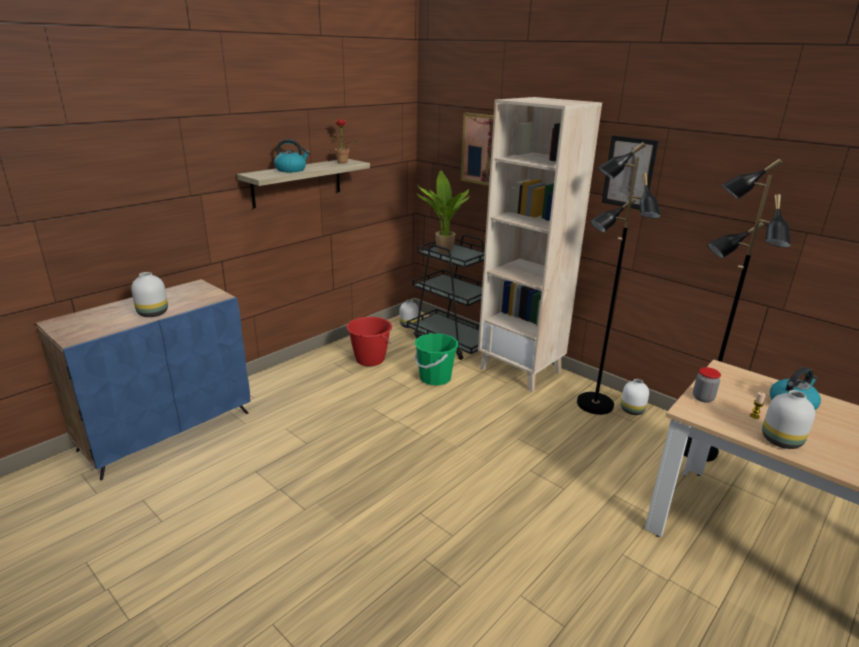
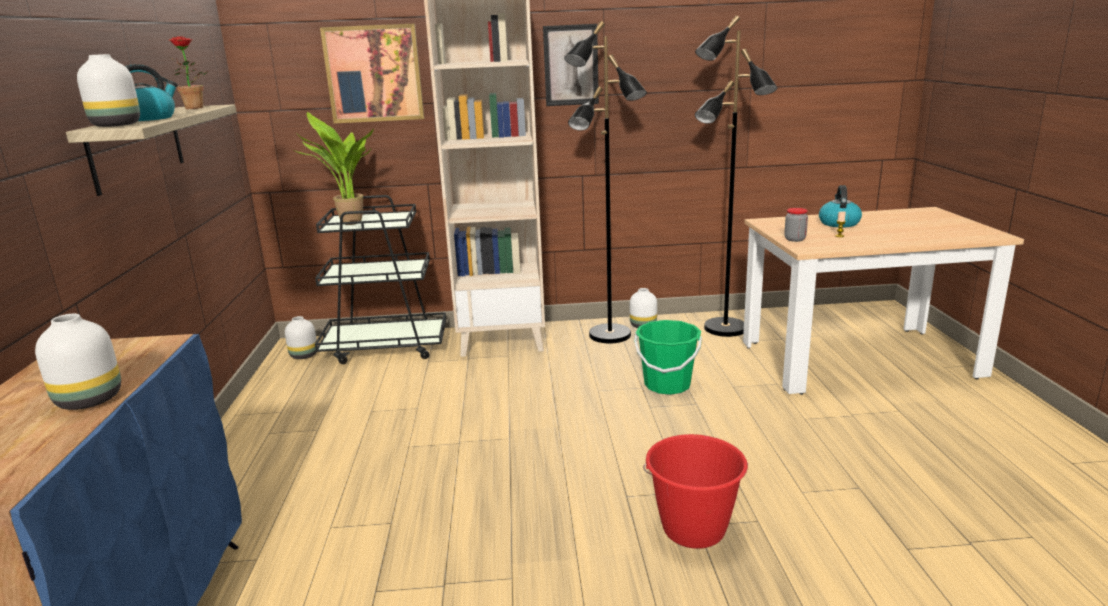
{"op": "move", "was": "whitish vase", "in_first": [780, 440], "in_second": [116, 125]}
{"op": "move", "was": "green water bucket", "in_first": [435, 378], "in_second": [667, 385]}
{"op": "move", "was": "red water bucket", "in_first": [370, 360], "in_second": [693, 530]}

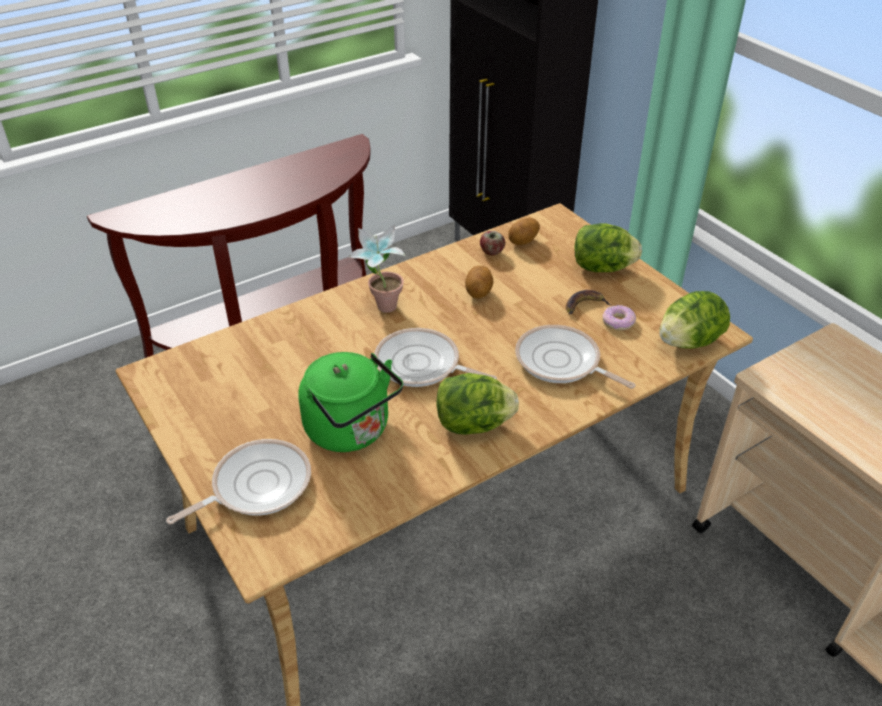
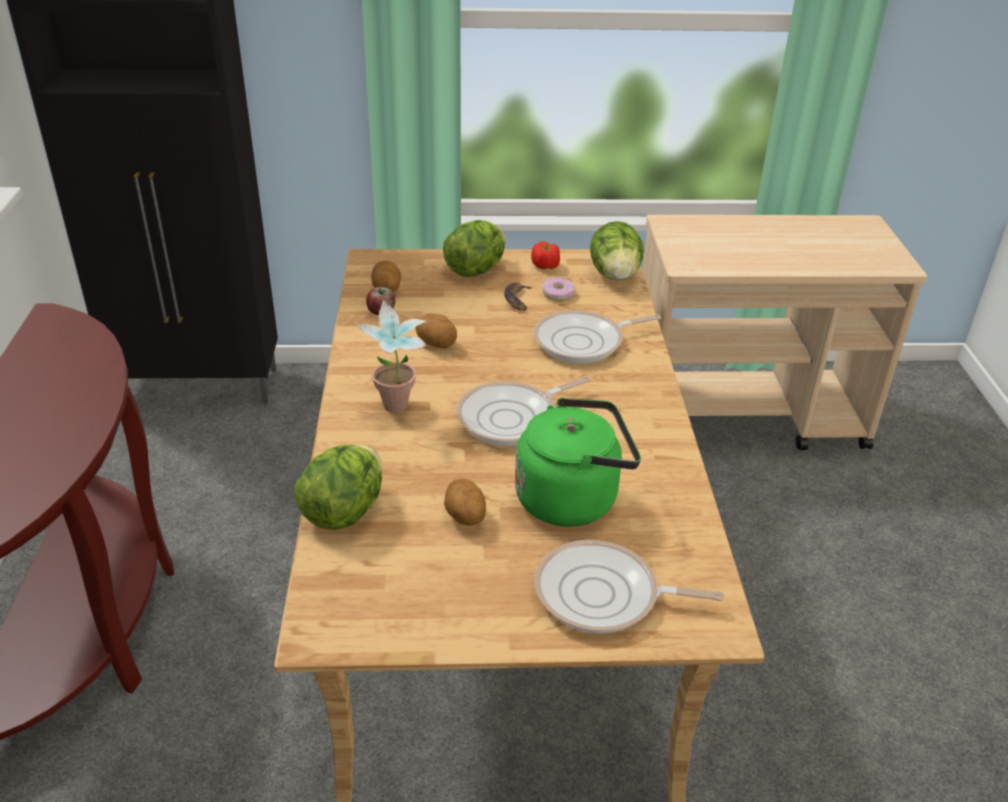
{"op": "move", "was": "head of lettuce", "in_first": [473, 424], "in_second": [344, 511]}
{"op": "insert", "now": "spud", "in_second": [464, 517]}
{"op": "insert", "now": "fresh tomato", "in_second": [545, 266]}
{"op": "rotate", "was": "pan", "in_first": [256, 486], "in_second": [603, 596], "clockwise": -75}

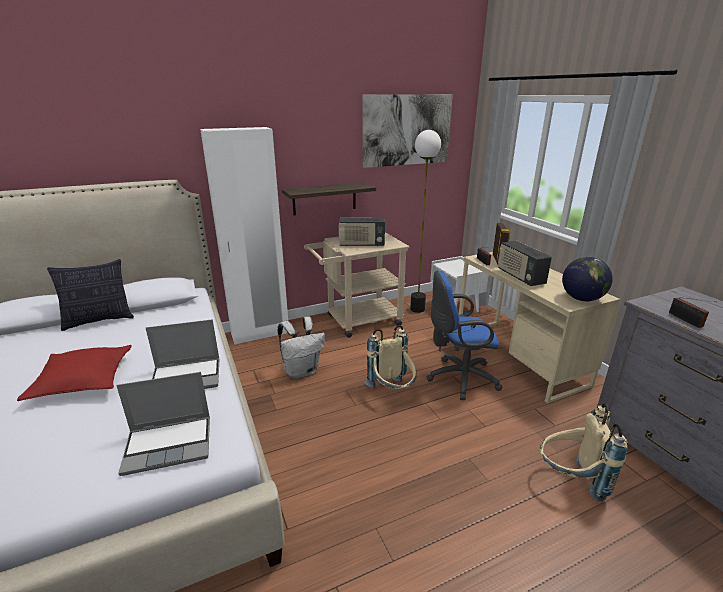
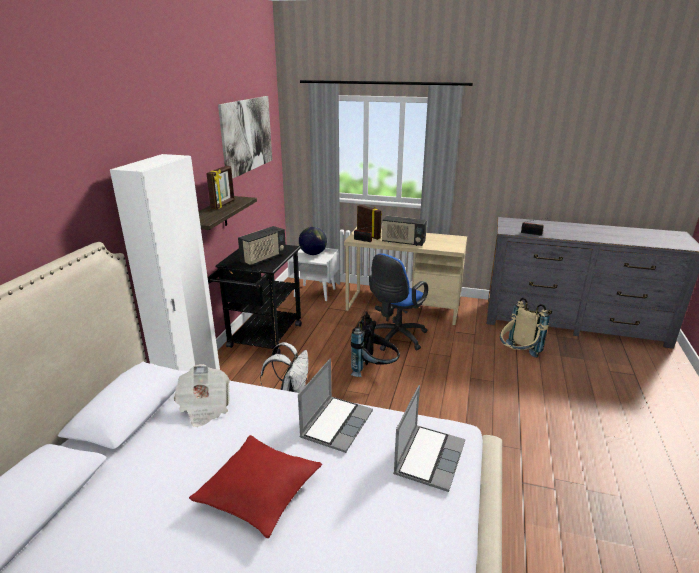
{"op": "insert", "now": "printed paper", "in_second": [204, 407]}
{"op": "insert", "now": "photo frame", "in_second": [223, 205]}
{"op": "recolor", "was": "beige-coloured cart", "now": "black cart", "in_first": [357, 321], "in_second": [262, 339]}
{"op": "move", "was": "globe", "in_first": [581, 299], "in_second": [313, 254]}
{"op": "recolor", "was": "beige-coloured rucksack", "now": "black rucksack", "in_first": [392, 391], "in_second": [374, 371]}
{"op": "delete", "was": "pillow", "in_first": [99, 320]}
{"op": "delete", "was": "standing lamp", "in_first": [417, 309]}

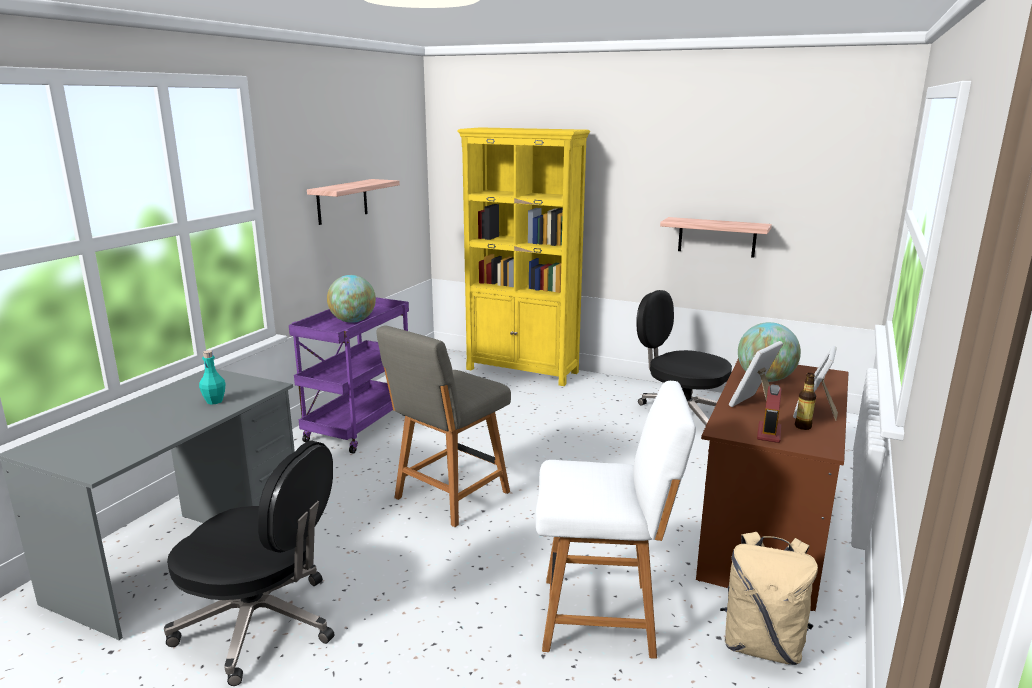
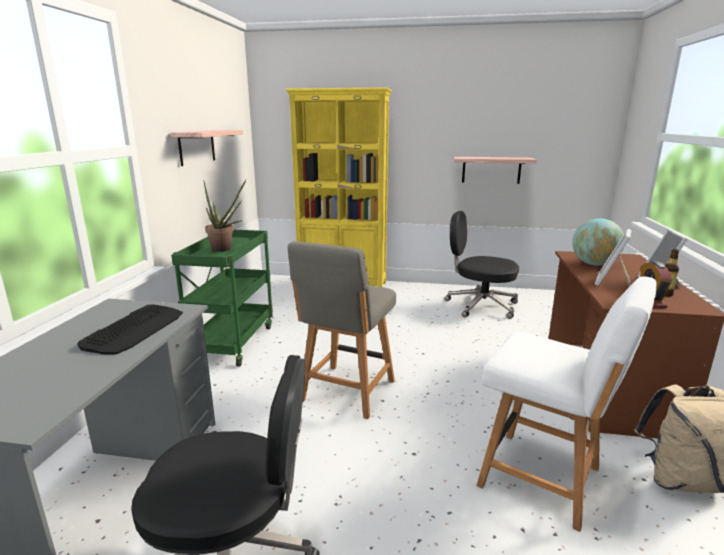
{"op": "replace", "was": "blue-green beverage bottle", "now": "keyboard", "in_first": [214, 401], "in_second": [135, 329]}
{"op": "recolor", "was": "purple cart", "now": "green cart", "in_first": [359, 426], "in_second": [232, 342]}
{"op": "replace", "was": "globe", "now": "potted plant", "in_first": [353, 321], "in_second": [225, 249]}
{"op": "rotate", "was": "whitish chair", "in_first": [603, 616], "in_second": [544, 479], "clockwise": 45}

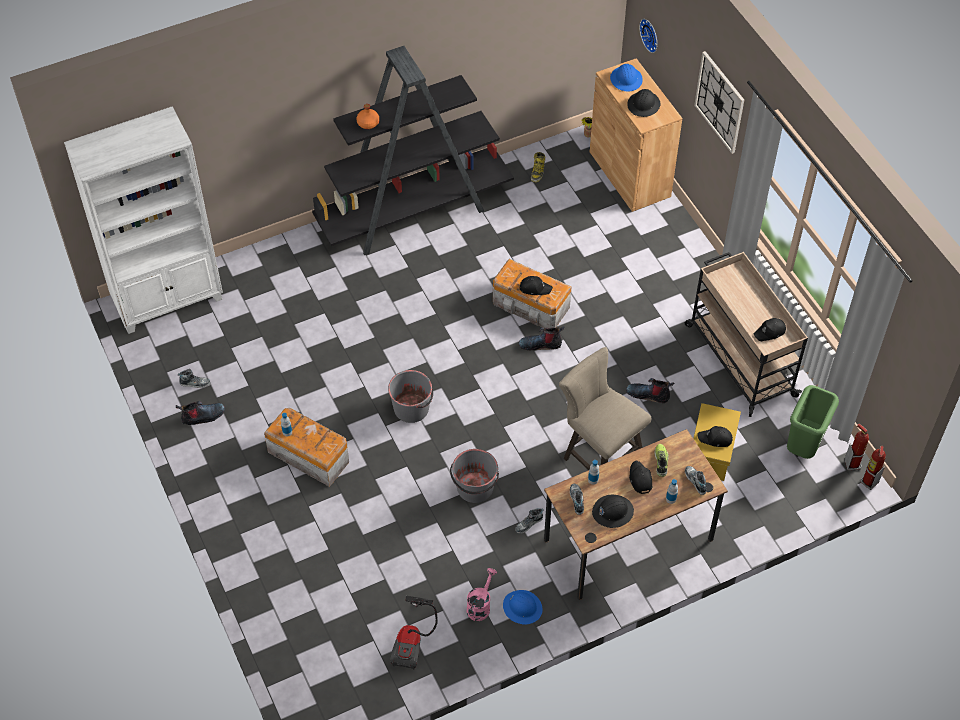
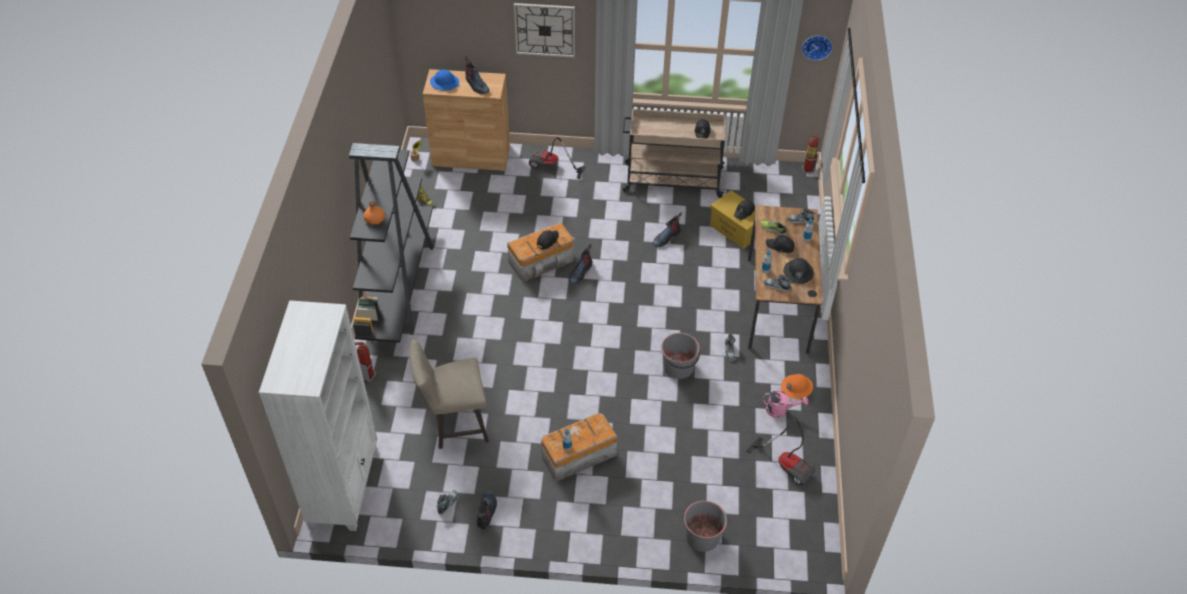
{"op": "move", "was": "fire extinguisher", "in_first": [852, 463], "in_second": [368, 375]}
{"op": "move", "was": "beige-coloured stool seat", "in_first": [598, 455], "in_second": [454, 425]}
{"op": "replace", "was": "black hard hat", "now": "tall boot", "in_first": [644, 105], "in_second": [476, 85]}
{"op": "insert", "now": "vacuum", "in_second": [551, 167]}
{"op": "move", "was": "grey water bucket", "in_first": [412, 408], "in_second": [702, 536]}
{"op": "rotate", "was": "pink sprinkling can", "in_first": [480, 605], "in_second": [780, 410], "clockwise": 135}
{"op": "recolor", "was": "bluish hard hat", "now": "orange hard hat", "in_first": [522, 607], "in_second": [796, 387]}
{"op": "move", "was": "clock on the wall", "in_first": [651, 34], "in_second": [816, 46]}
{"op": "delete", "was": "green rubbish bin", "in_first": [804, 447]}

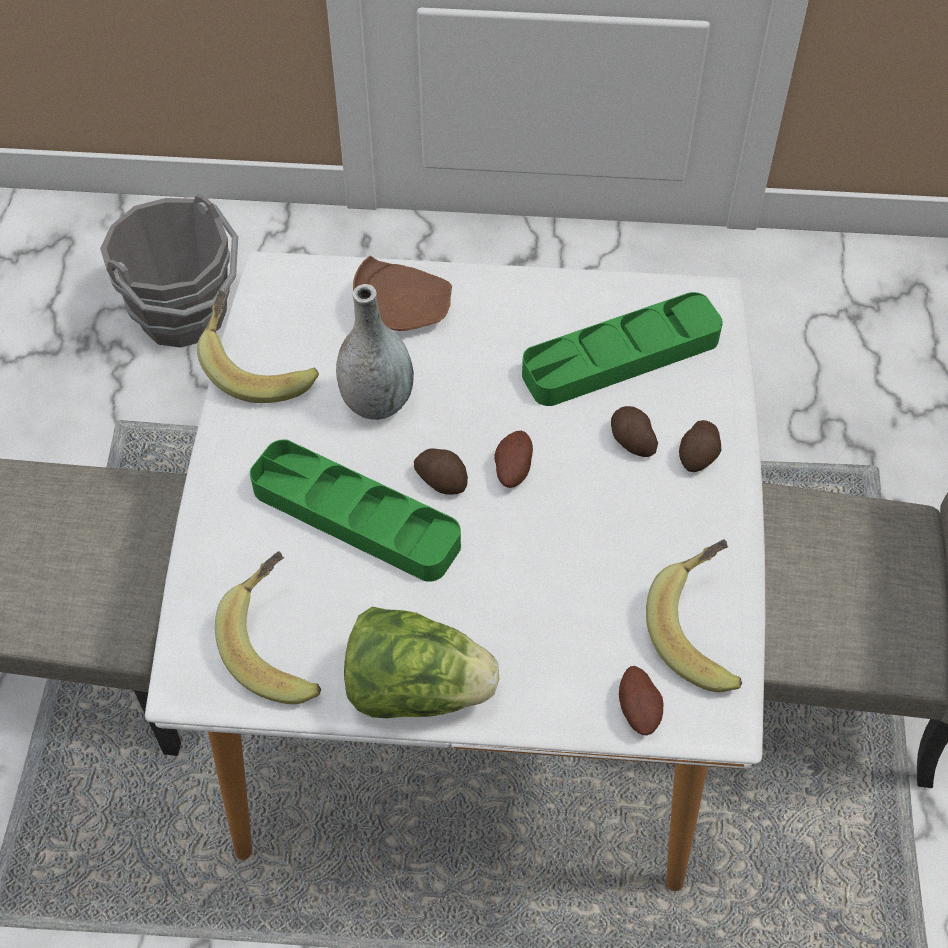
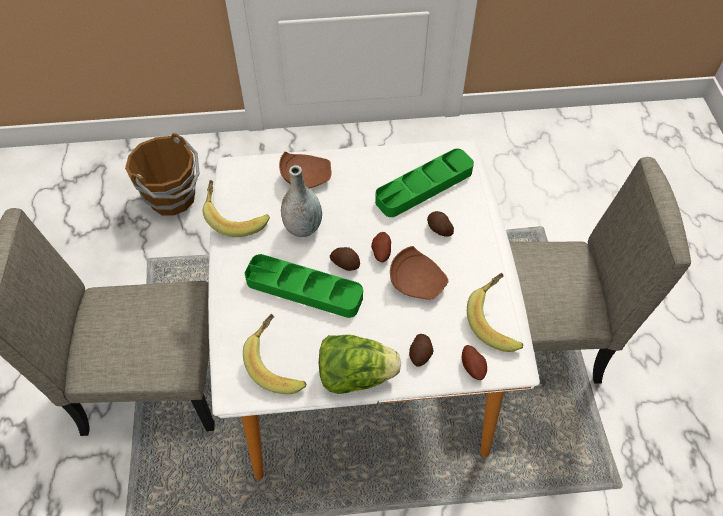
{"op": "recolor", "was": "grey water bucket", "now": "brown-coloured water bucket", "in_first": [184, 314], "in_second": [173, 197]}
{"op": "insert", "now": "brown-coloured plate", "in_second": [417, 281]}
{"op": "move", "was": "spud", "in_first": [699, 455], "in_second": [420, 353]}

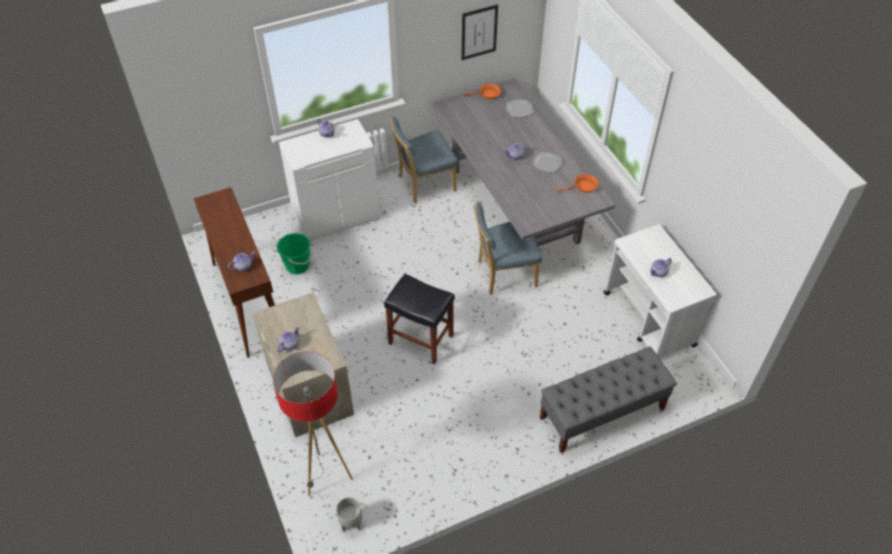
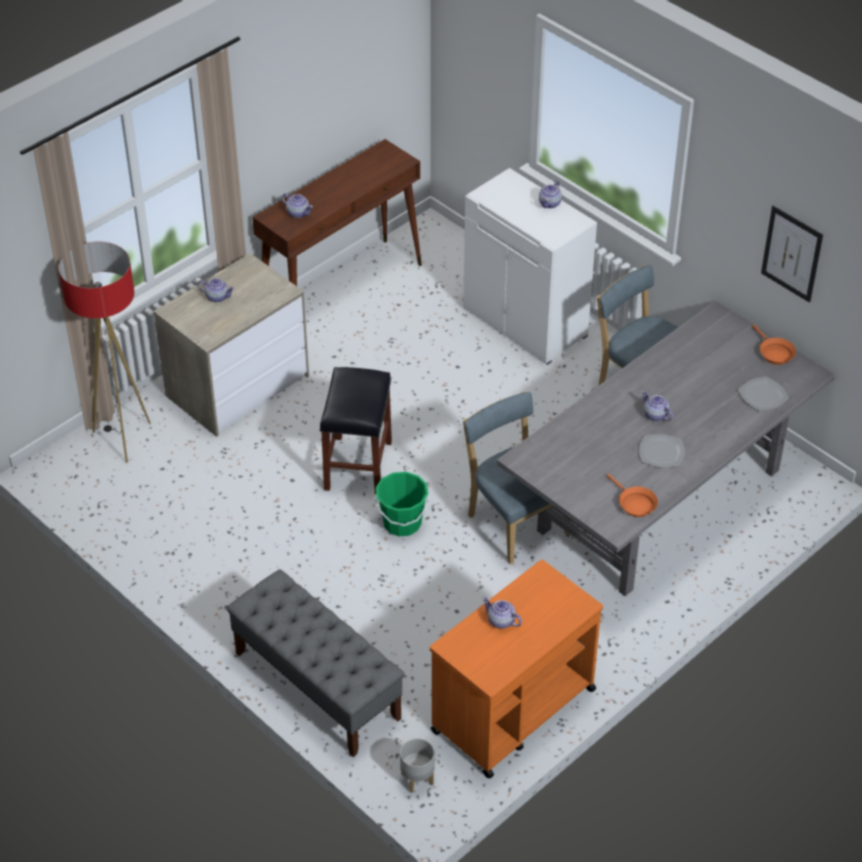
{"op": "move", "was": "green water bucket", "in_first": [297, 265], "in_second": [402, 523]}
{"op": "move", "was": "grey plant pot", "in_first": [351, 522], "in_second": [417, 779]}
{"op": "recolor", "was": "whitish cart", "now": "orange cart", "in_first": [649, 320], "in_second": [512, 711]}

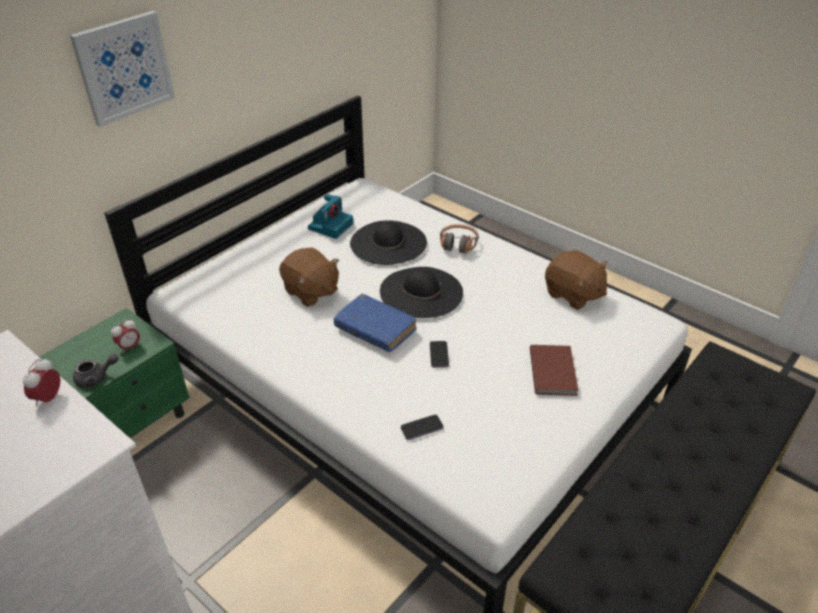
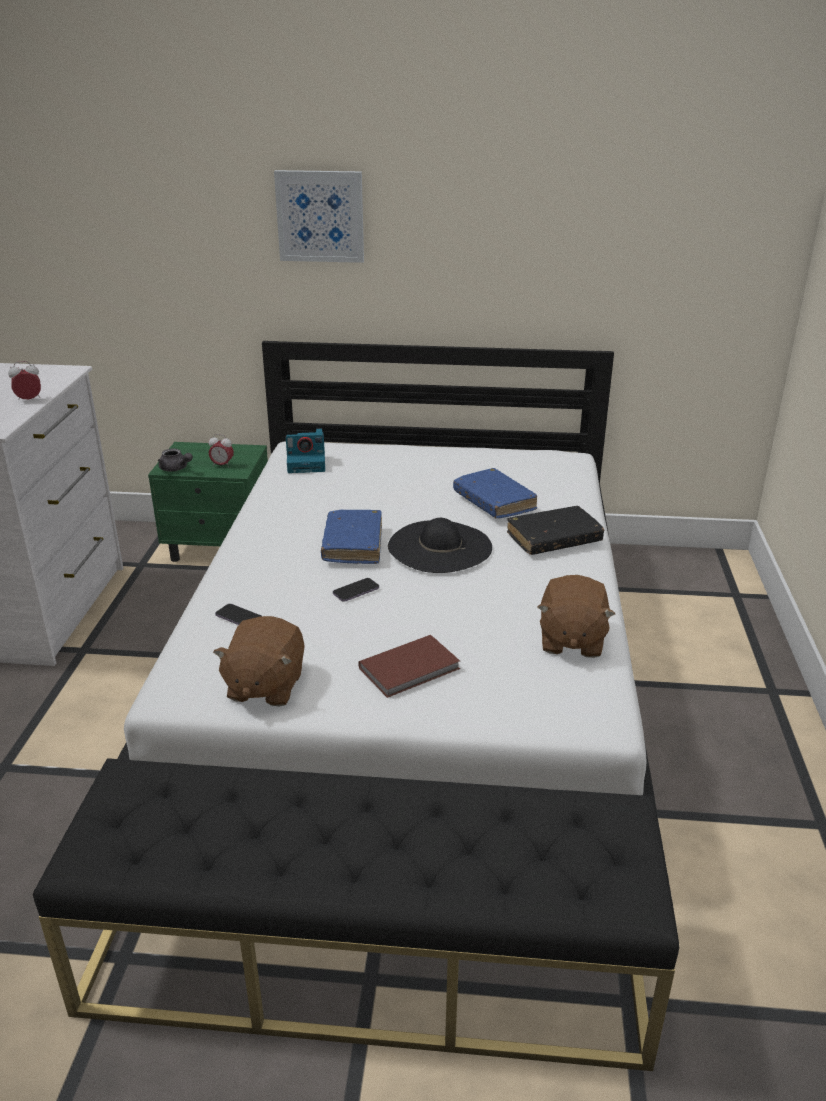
{"op": "move", "was": "brown-coloured plush toy", "in_first": [311, 292], "in_second": [264, 686]}
{"op": "move", "was": "photo camera", "in_first": [331, 226], "in_second": [307, 463]}
{"op": "replace", "was": "black hat", "now": "bluish bound book", "in_first": [388, 243], "in_second": [494, 502]}
{"op": "replace", "was": "pair of headphones", "now": "black bound book", "in_first": [458, 244], "in_second": [554, 539]}

